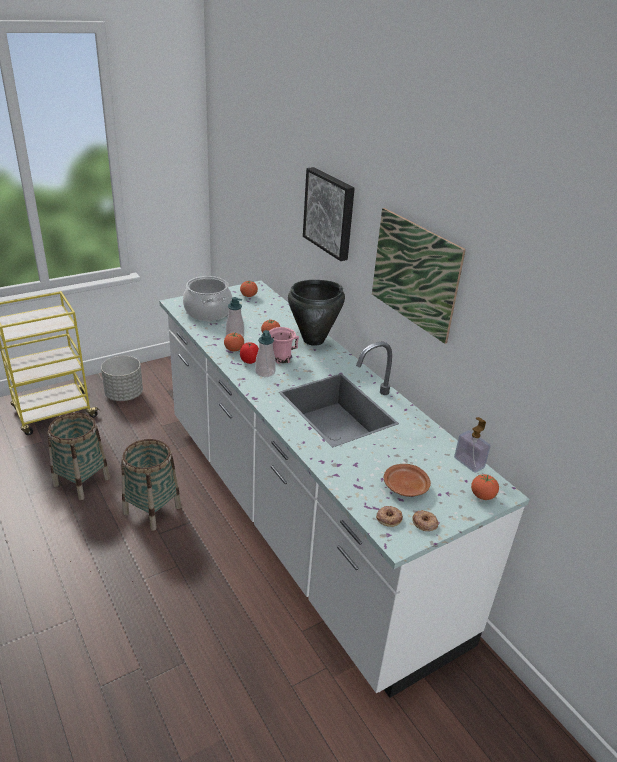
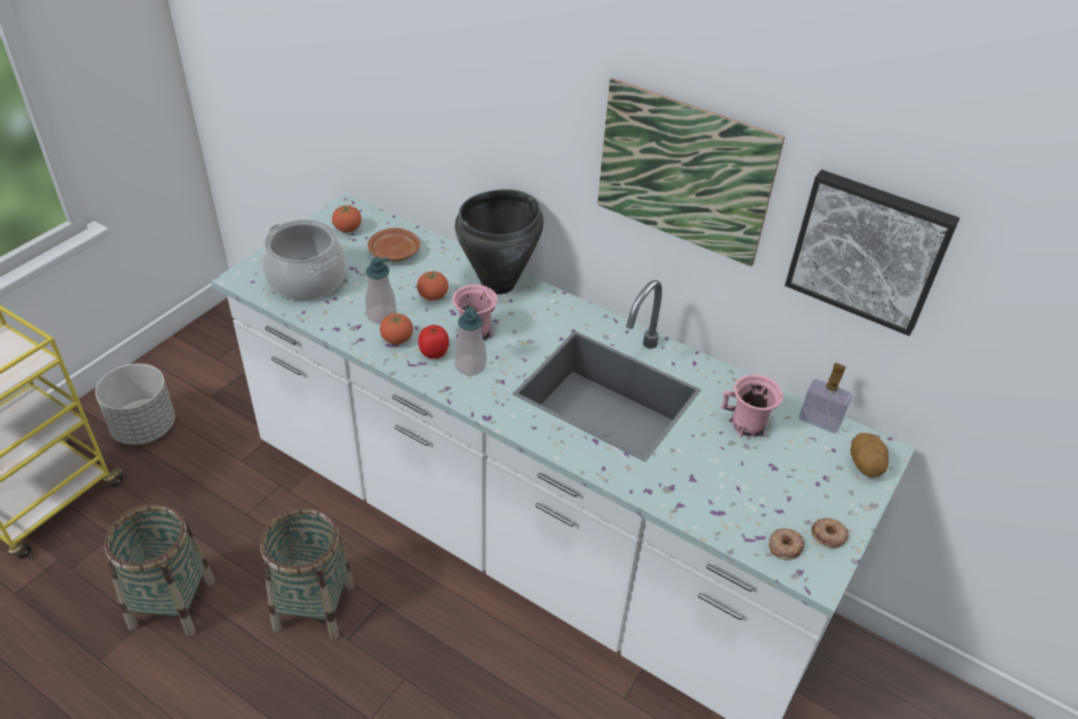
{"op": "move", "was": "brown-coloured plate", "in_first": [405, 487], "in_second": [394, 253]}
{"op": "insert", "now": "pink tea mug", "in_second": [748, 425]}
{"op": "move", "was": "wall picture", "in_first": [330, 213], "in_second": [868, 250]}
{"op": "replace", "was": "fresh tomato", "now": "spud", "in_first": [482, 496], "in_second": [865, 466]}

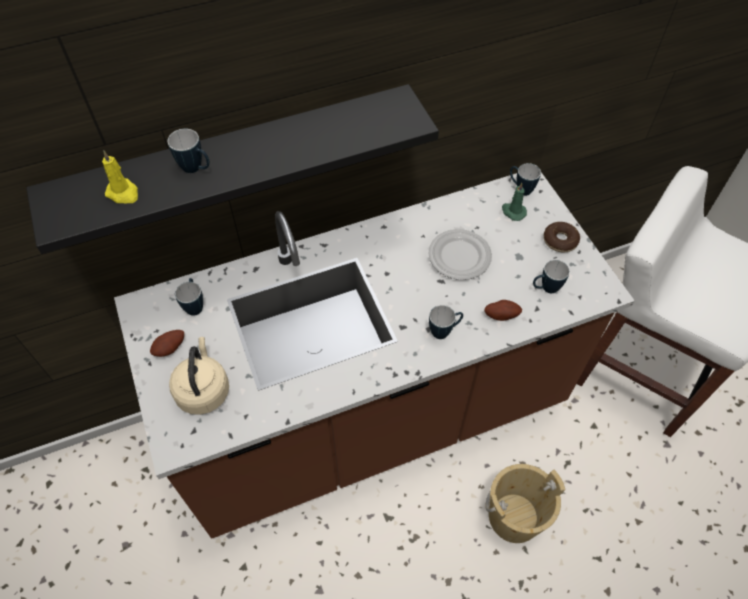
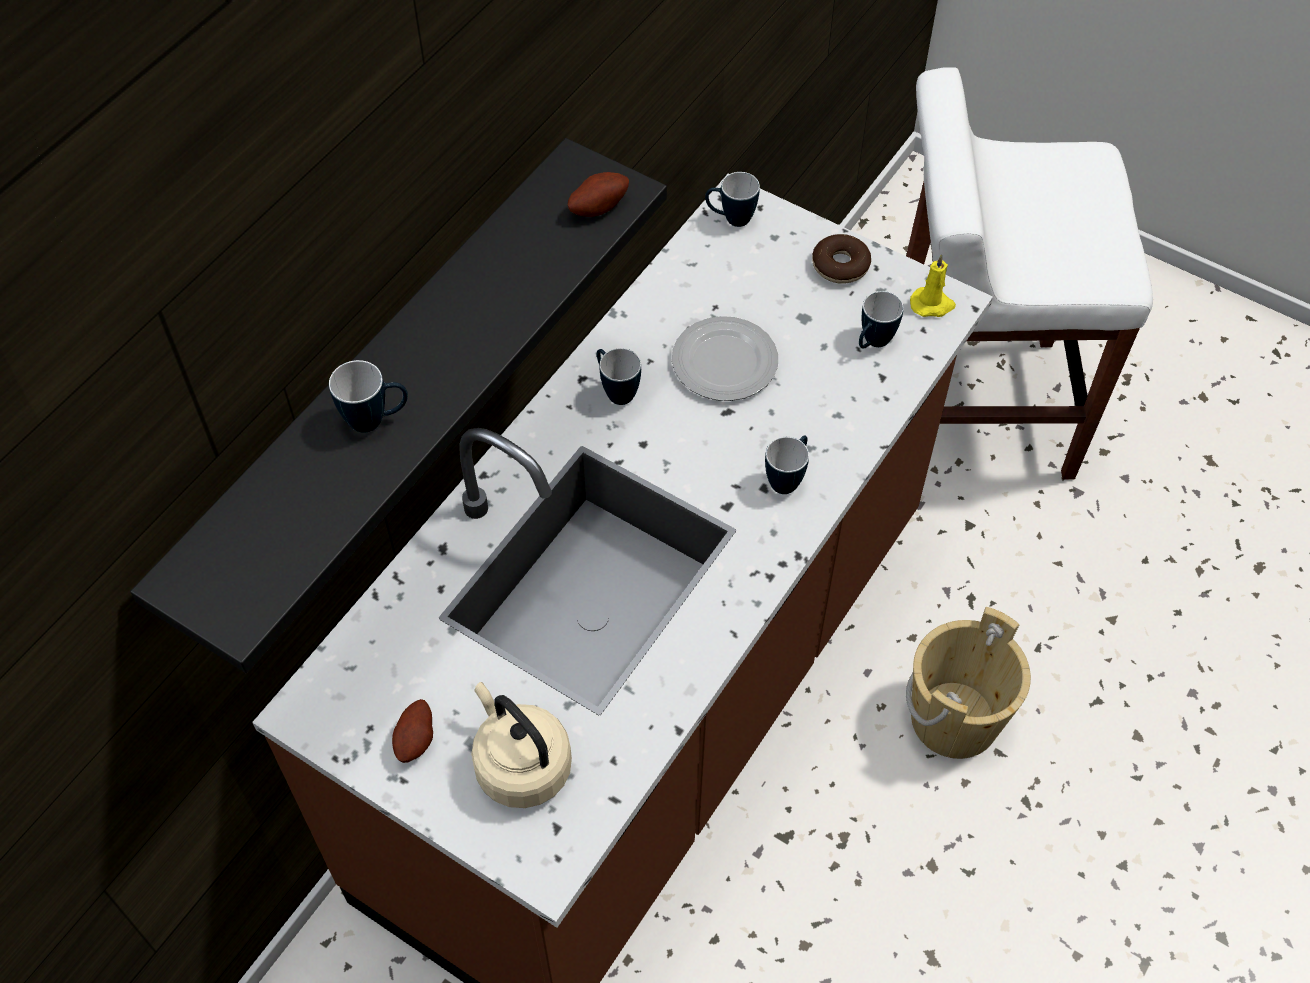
{"op": "move", "was": "spud", "in_first": [501, 315], "in_second": [597, 206]}
{"op": "move", "was": "tea mug", "in_first": [195, 305], "in_second": [616, 391]}
{"op": "move", "was": "yellow wax light", "in_first": [123, 193], "in_second": [932, 304]}
{"op": "delete", "was": "green wax light", "in_first": [513, 211]}

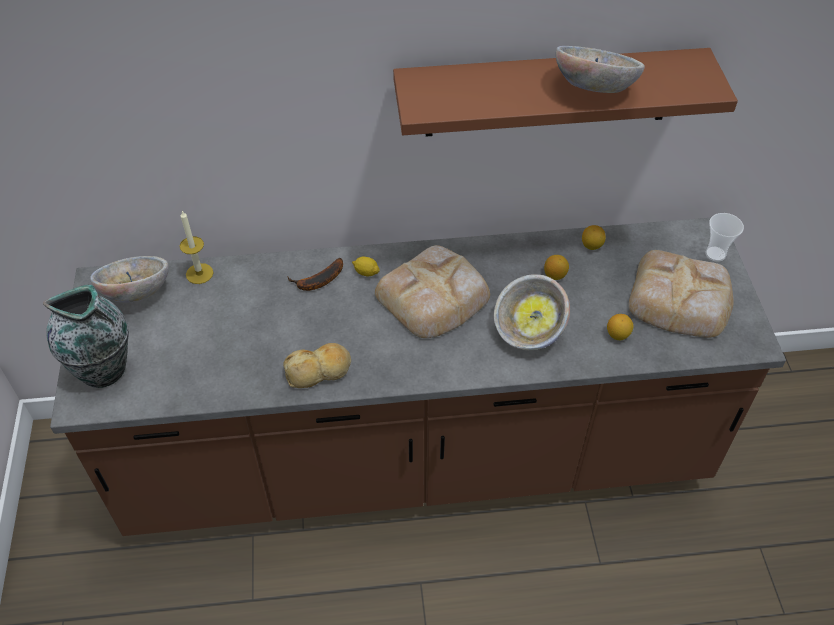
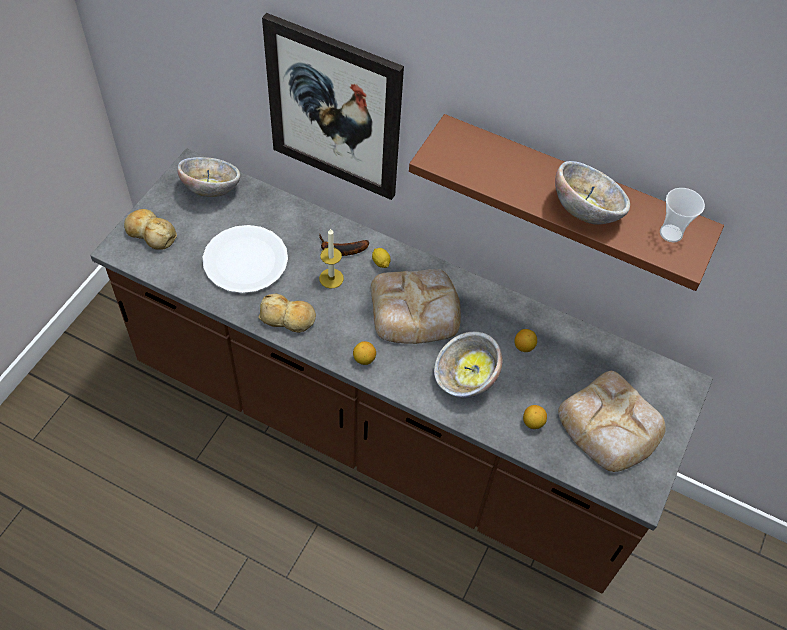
{"op": "replace", "was": "vase", "now": "bakery bread", "in_first": [104, 369], "in_second": [150, 234]}
{"op": "insert", "now": "whitish plate", "in_second": [245, 261]}
{"op": "insert", "now": "wall picture", "in_second": [334, 109]}
{"op": "move", "was": "wax light", "in_first": [199, 273], "in_second": [331, 278]}
{"op": "move", "was": "lemon", "in_first": [591, 246], "in_second": [364, 359]}
{"op": "move", "was": "drinking cup", "in_first": [715, 254], "in_second": [671, 233]}

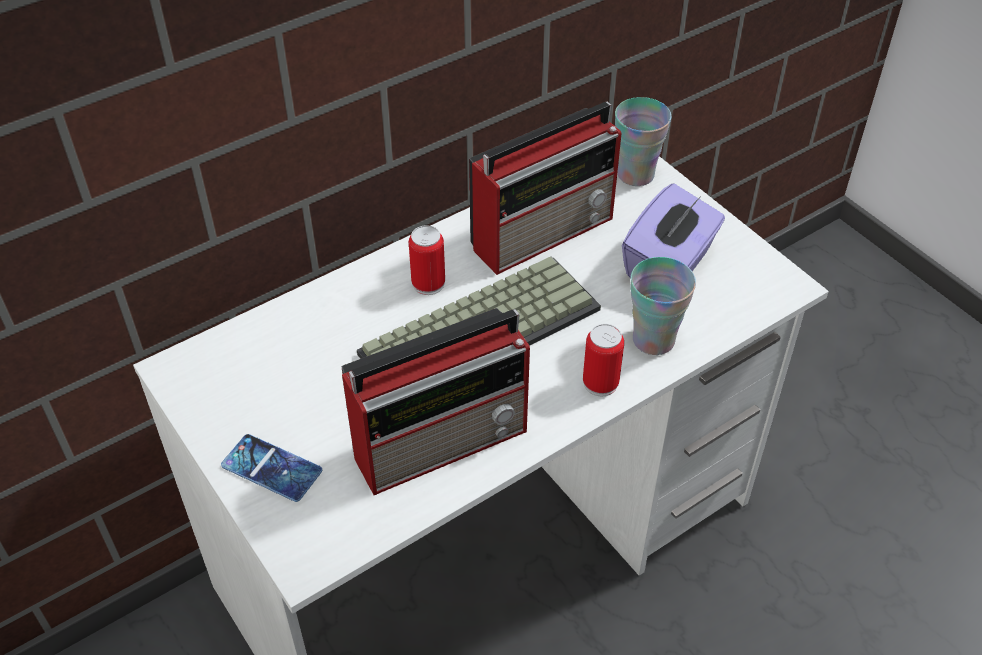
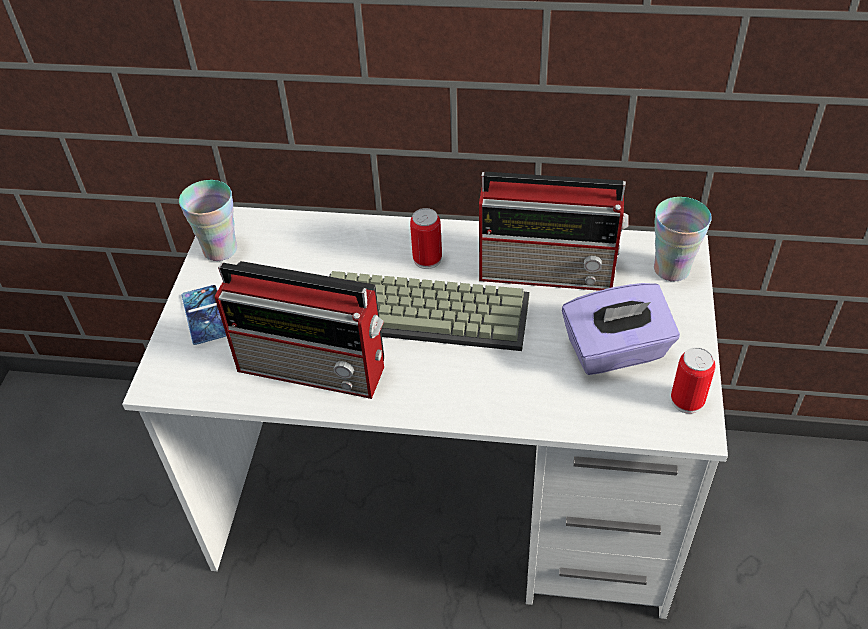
{"op": "move", "was": "drinking cup", "in_first": [653, 340], "in_second": [220, 250]}
{"op": "move", "was": "sealed can", "in_first": [600, 383], "in_second": [687, 400]}

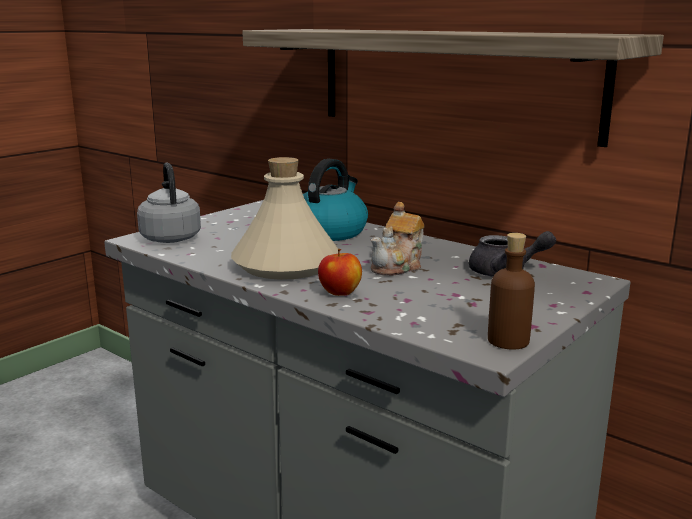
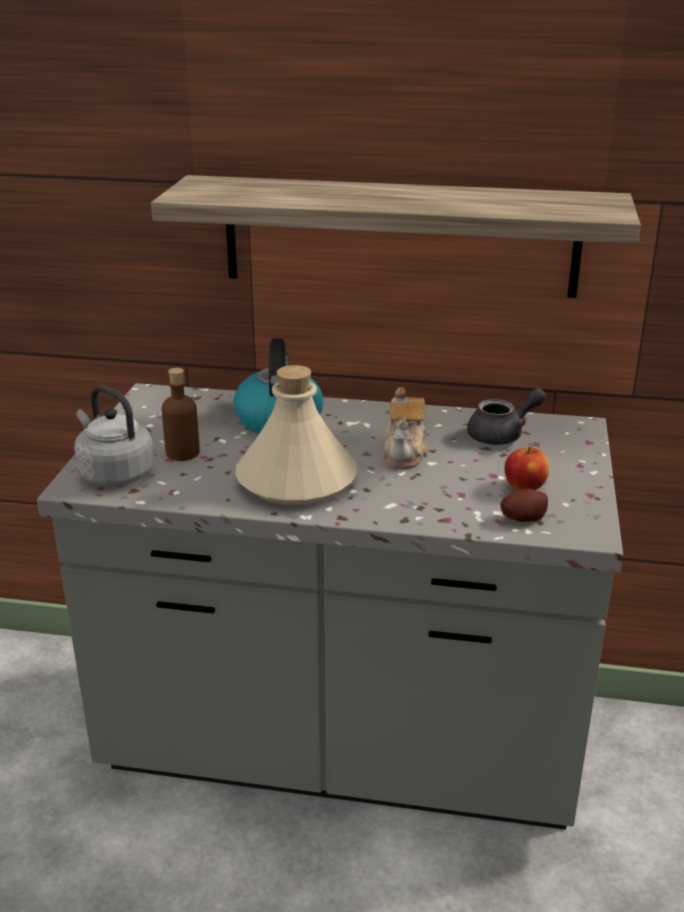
{"op": "move", "was": "brown-coloured beverage bottle", "in_first": [508, 340], "in_second": [182, 453]}
{"op": "insert", "now": "spud", "in_second": [522, 519]}
{"op": "move", "was": "apple fruit", "in_first": [340, 292], "in_second": [524, 487]}

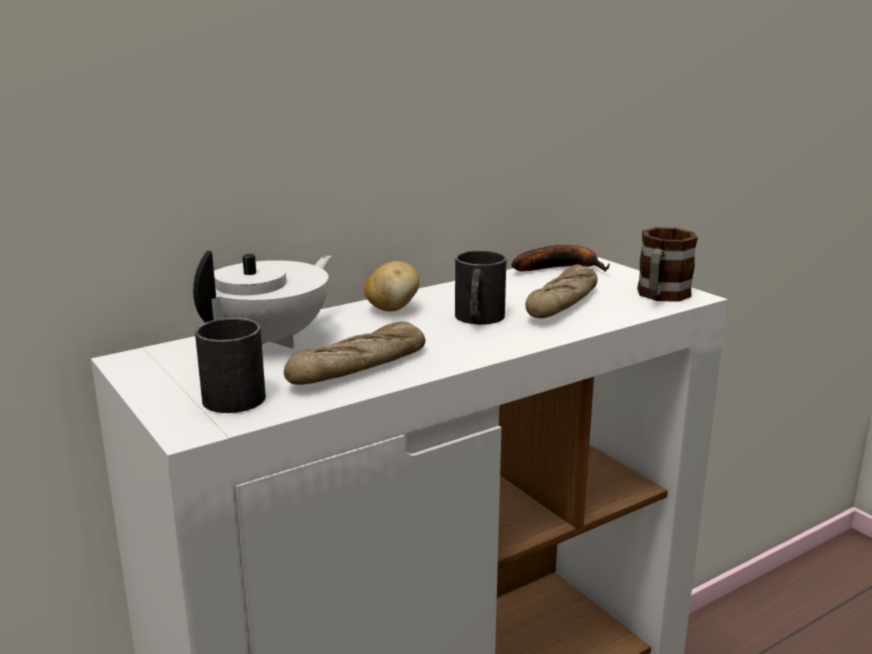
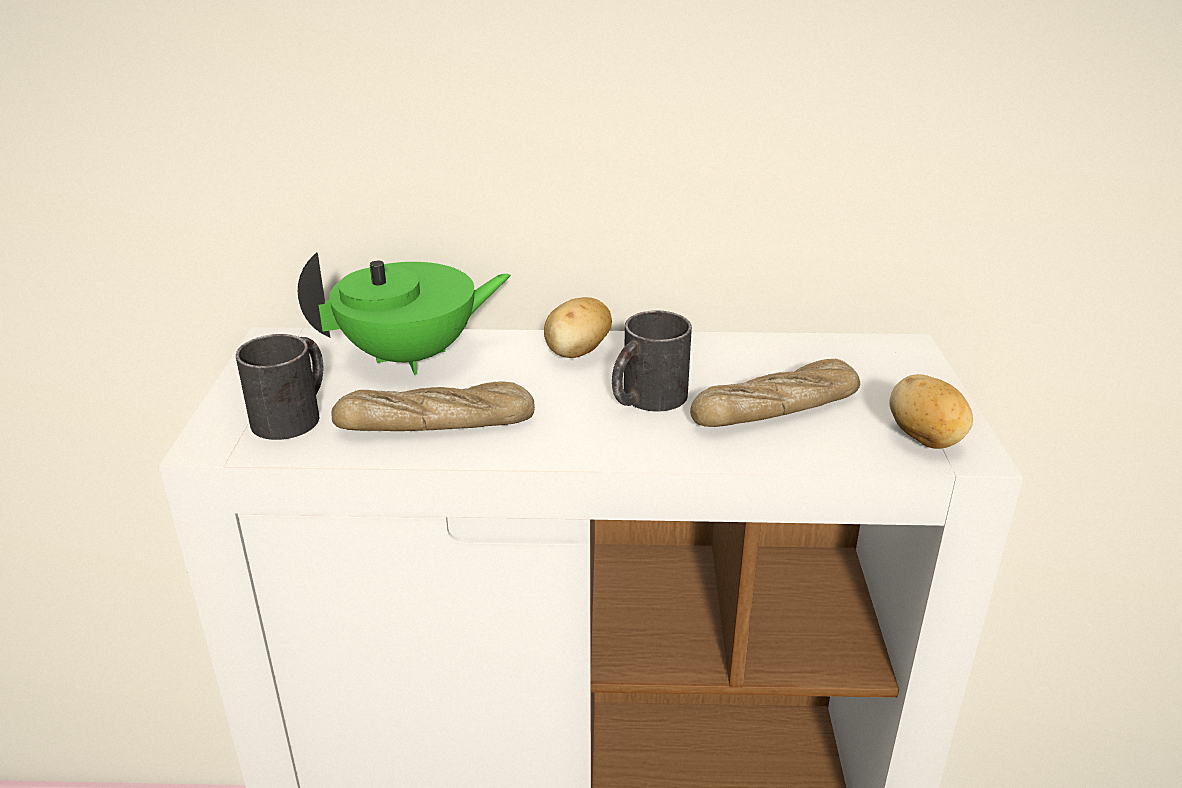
{"op": "recolor", "was": "whitish teapot", "now": "green teapot", "in_first": [272, 340], "in_second": [412, 357]}
{"op": "replace", "was": "tea mug", "now": "spud", "in_first": [660, 296], "in_second": [925, 440]}
{"op": "delete", "was": "banana", "in_first": [560, 268]}

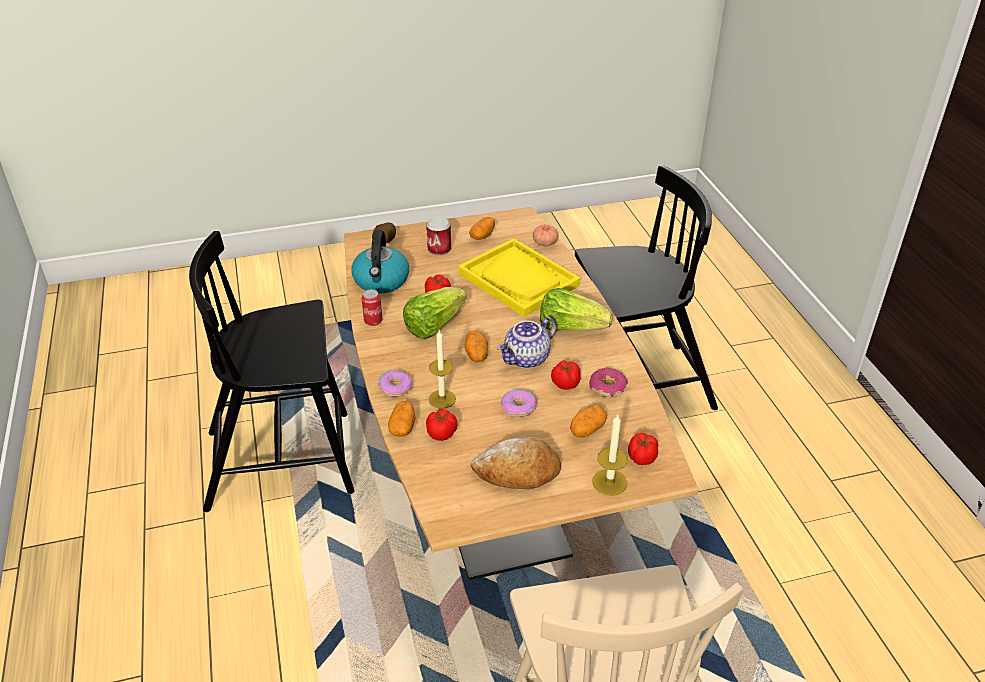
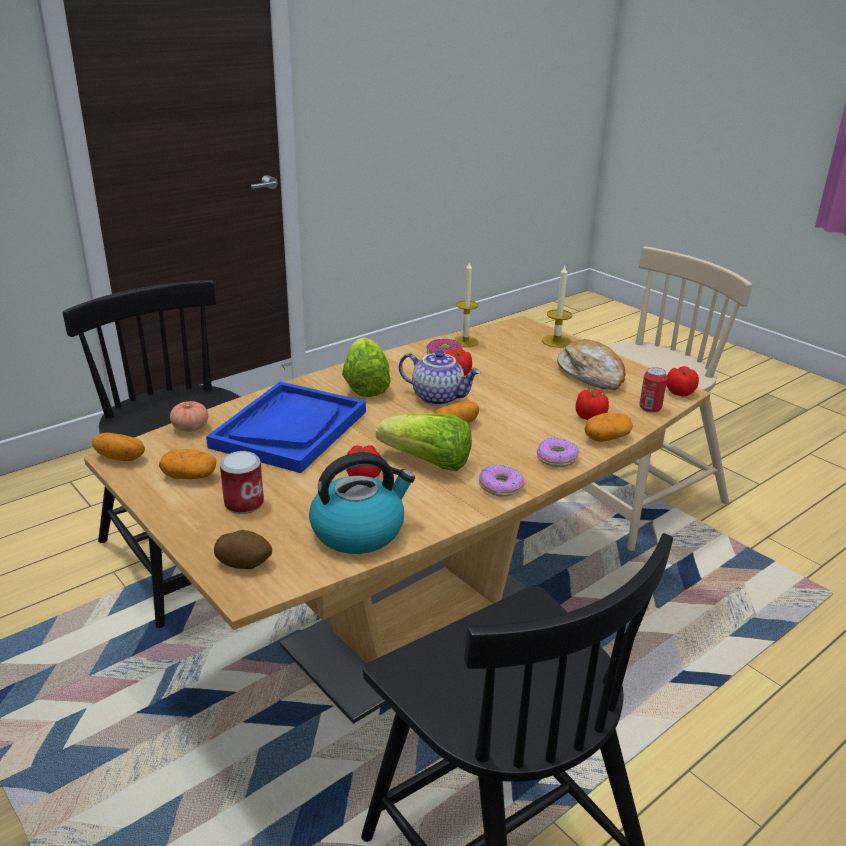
{"op": "move", "was": "spud", "in_first": [587, 429], "in_second": [120, 457]}
{"op": "recolor", "was": "yellow tray", "now": "bluish tray", "in_first": [519, 279], "in_second": [289, 429]}
{"op": "move", "was": "wax light", "in_first": [442, 399], "in_second": [465, 342]}
{"op": "move", "was": "ring doughnut", "in_first": [518, 407], "in_second": [500, 486]}
{"op": "move", "was": "sealed can", "in_first": [373, 321], "in_second": [650, 408]}
{"op": "move", "was": "fresh tomato", "in_first": [641, 458], "in_second": [680, 392]}

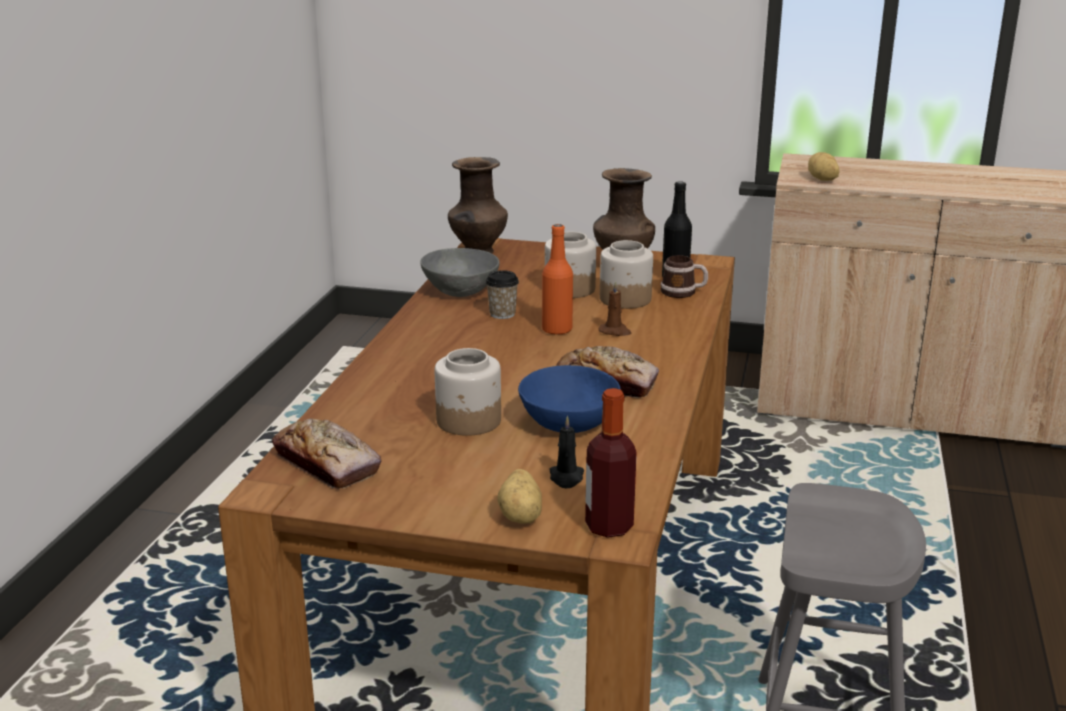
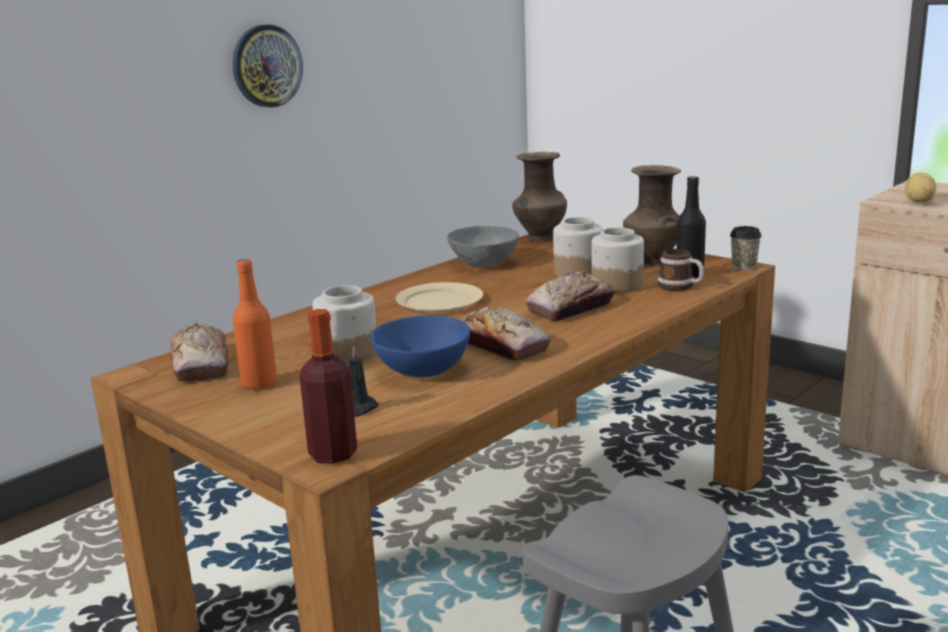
{"op": "insert", "now": "clock on the wall", "in_second": [266, 66]}
{"op": "move", "was": "orange beverage bottle", "in_first": [557, 330], "in_second": [259, 383]}
{"op": "insert", "now": "beige-coloured plate", "in_second": [439, 302]}
{"op": "replace", "was": "brown-coloured wax light", "now": "bakery bread", "in_first": [615, 331], "in_second": [570, 308]}
{"op": "move", "was": "drinking cup", "in_first": [502, 314], "in_second": [744, 266]}
{"op": "delete", "was": "spud", "in_first": [522, 516]}

